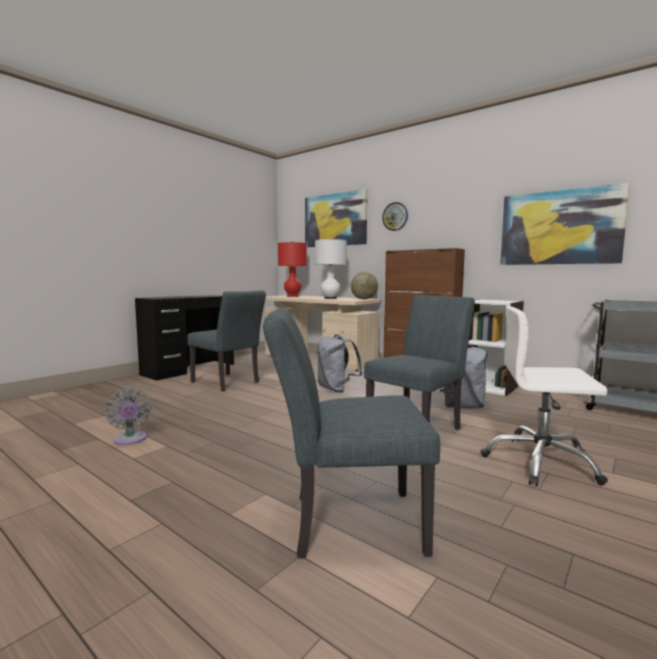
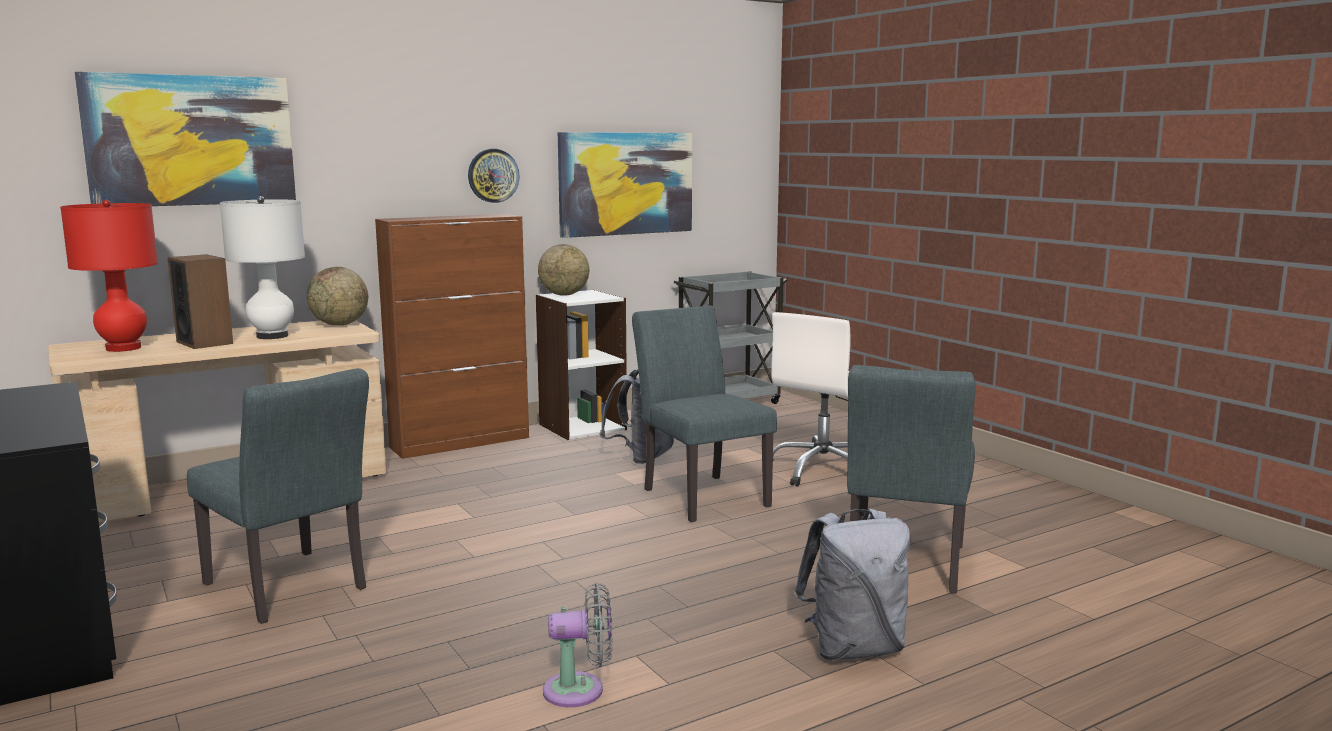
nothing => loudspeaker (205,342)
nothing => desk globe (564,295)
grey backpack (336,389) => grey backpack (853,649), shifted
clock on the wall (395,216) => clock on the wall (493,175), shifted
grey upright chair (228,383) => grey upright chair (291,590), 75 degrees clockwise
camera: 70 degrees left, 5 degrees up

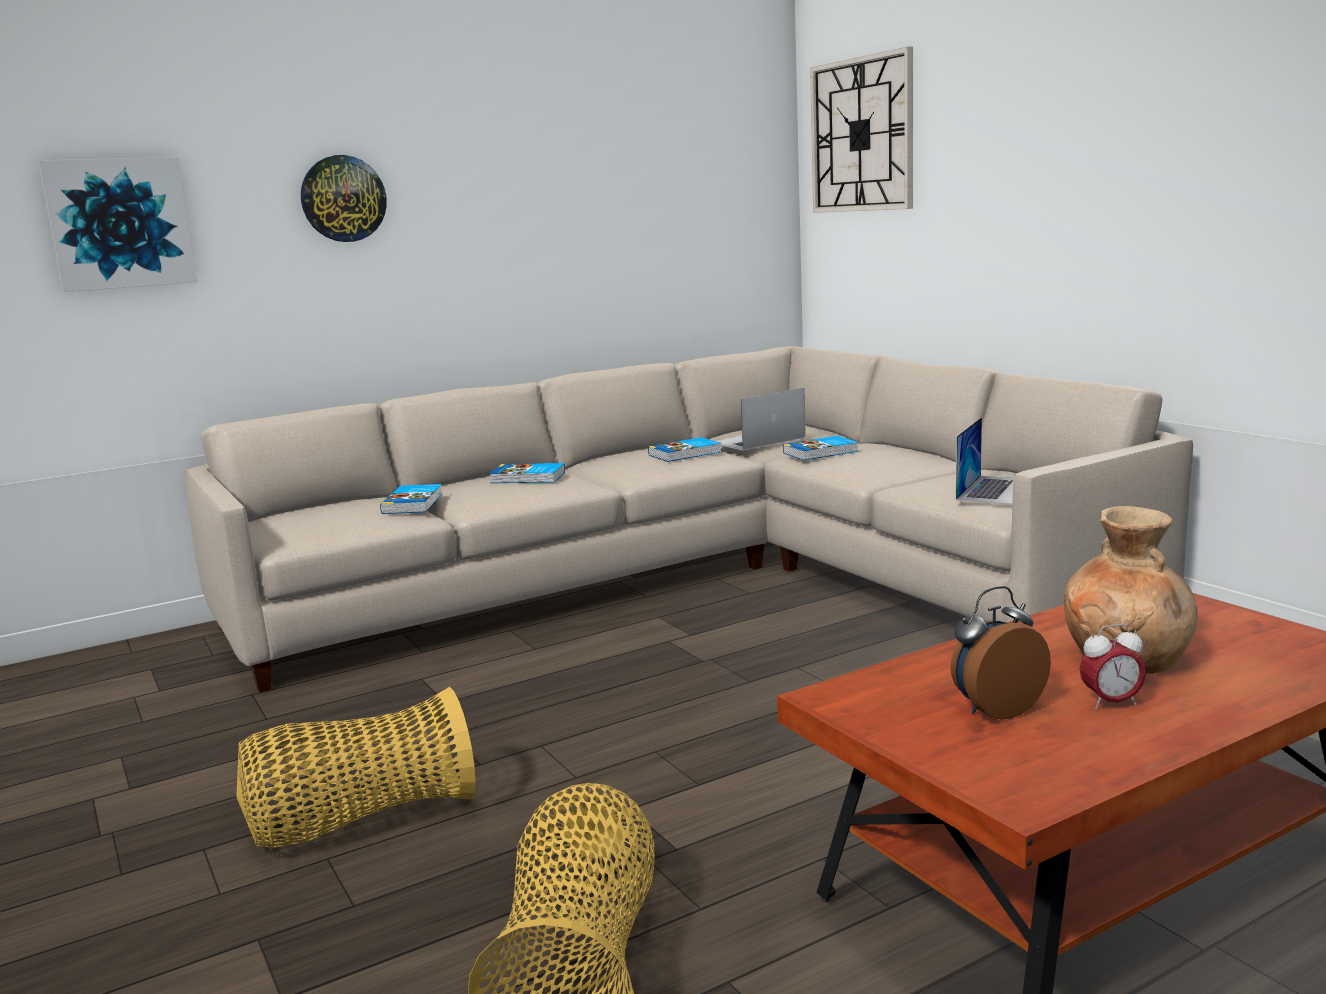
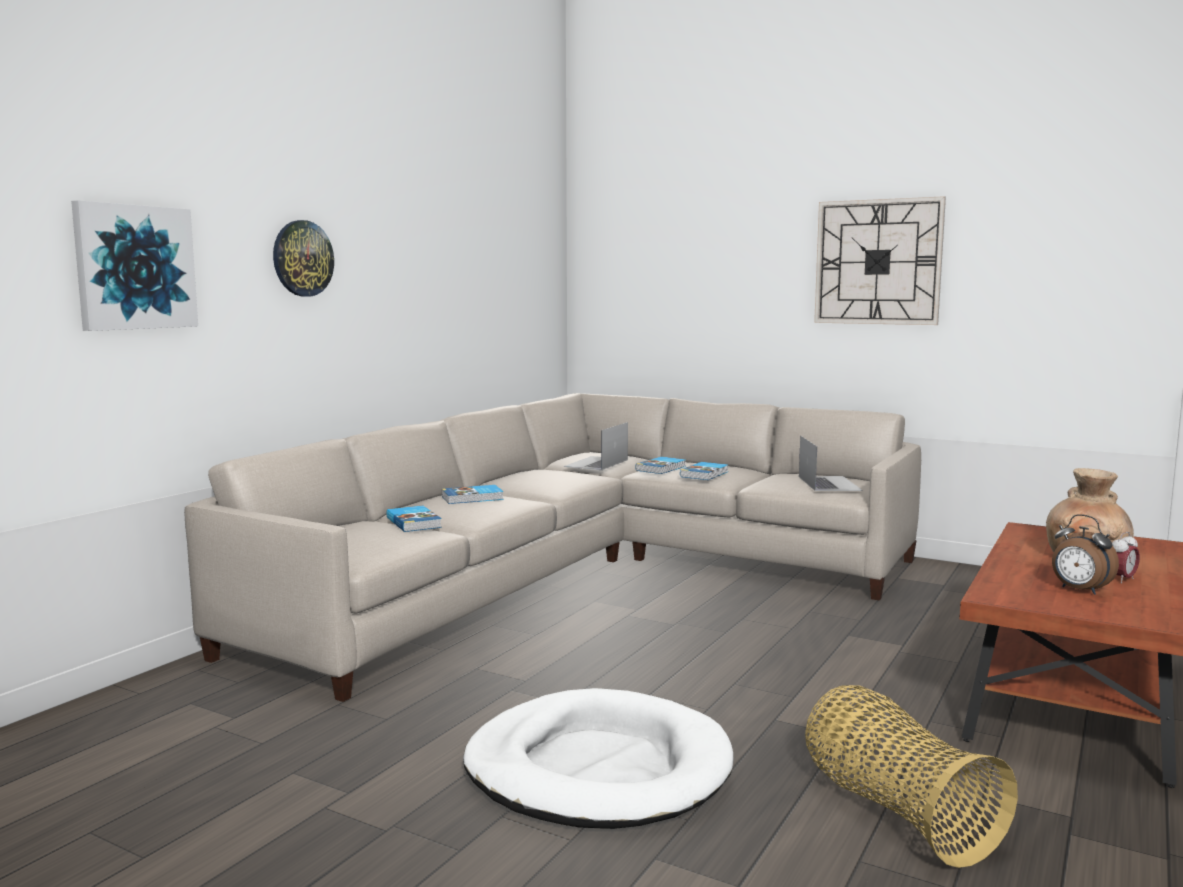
bound book (686,454) => bound book (705,474), shifted
clock on the wall (862,135) => clock on the wall (878,262), shifted
household basket (360,821) => white-coloured dog cushion (598,768)
alarm clock (994,709) => alarm clock (1079,590), 75 degrees counterclockwise
camera: 30 degrees left, 5 degrees down

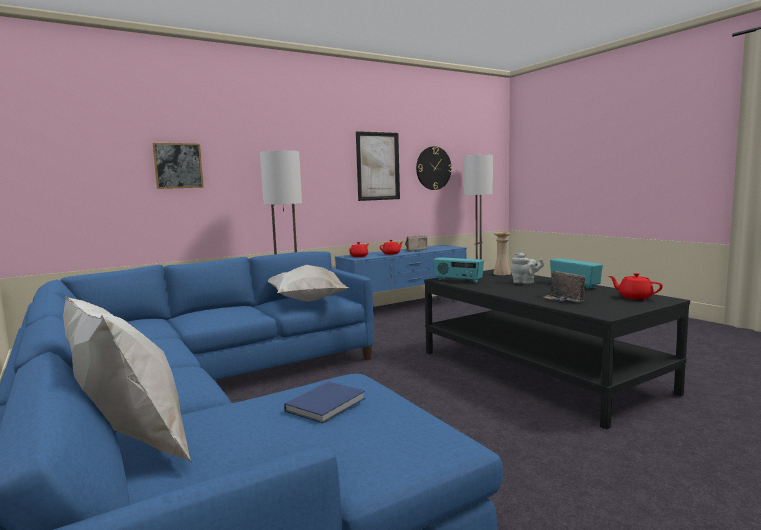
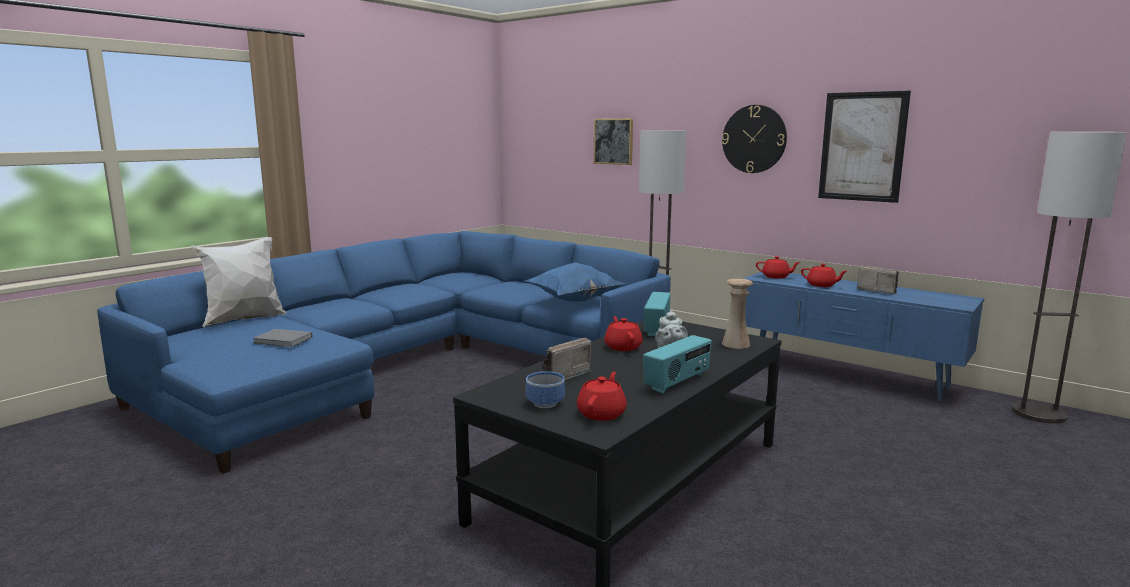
nothing => deep dish (543,403)
nothing => red tea pot (623,347)
clock on the wall (433,168) => clock on the wall (754,139), shifted
white-coloured cushion (308,302) => blue cushion (572,301)
blue bound book (328,404) => grey bound book (284,340)
camera: 70 degrees right, 5 degrees up

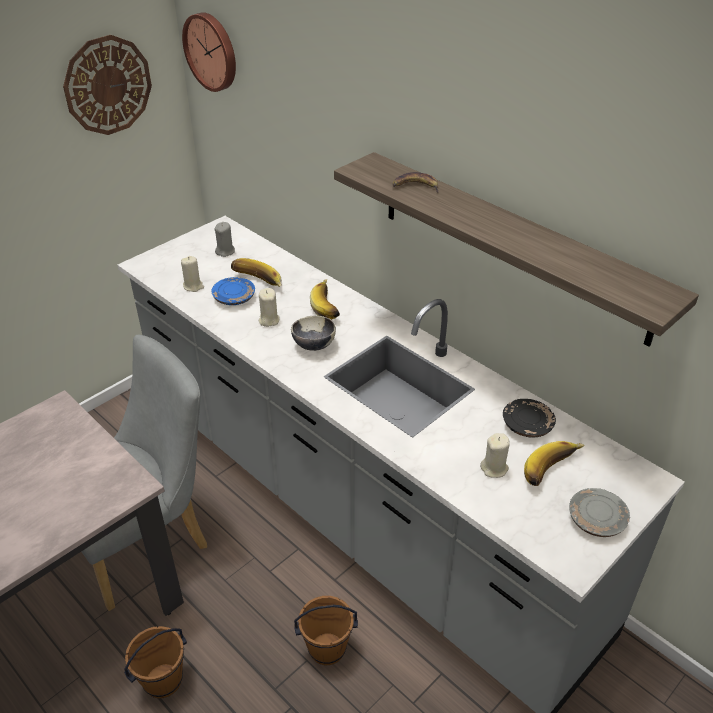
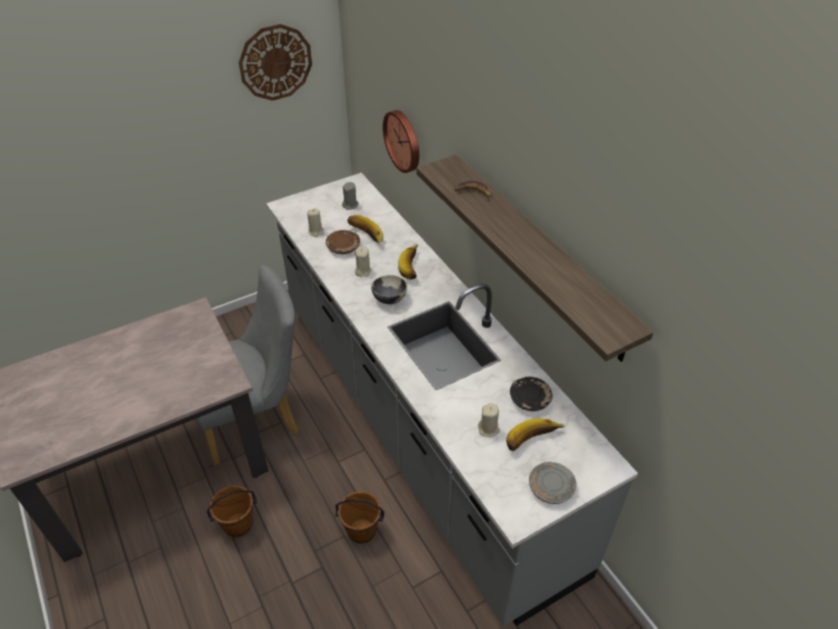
clock on the wall (212,51) => clock on the wall (404,140), shifted
blue dinner plate (234,297) => brown-coloured dinner plate (343,247)
camera: 15 degrees right, 5 degrees up

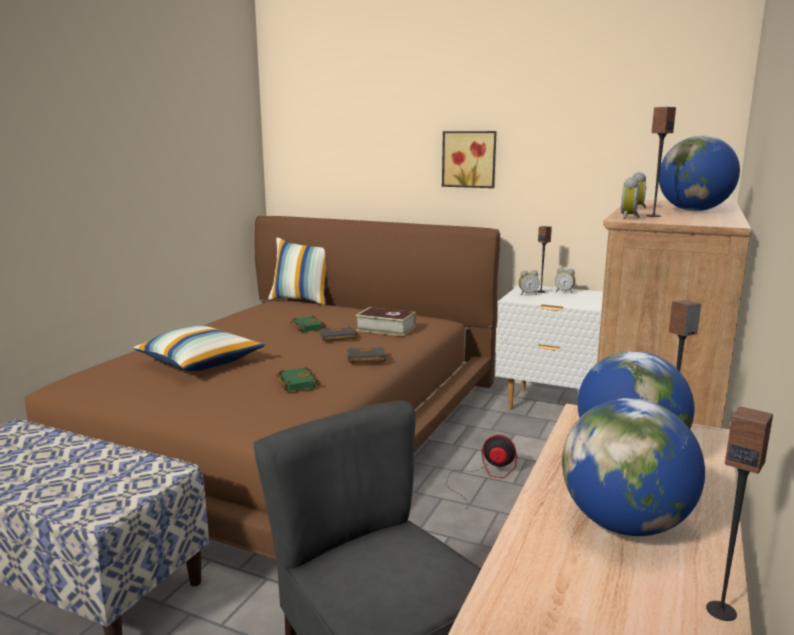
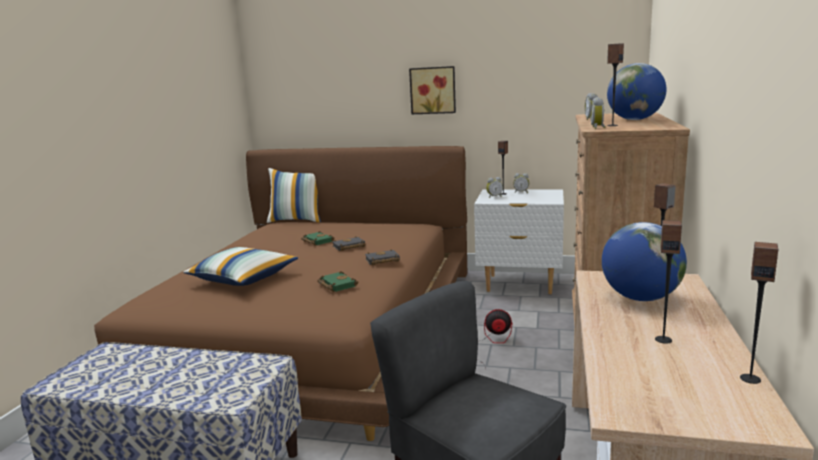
bound book (386,328) => nothing
desk globe (624,524) => loudspeaker (663,339)
camera: 10 degrees left, 0 degrees up

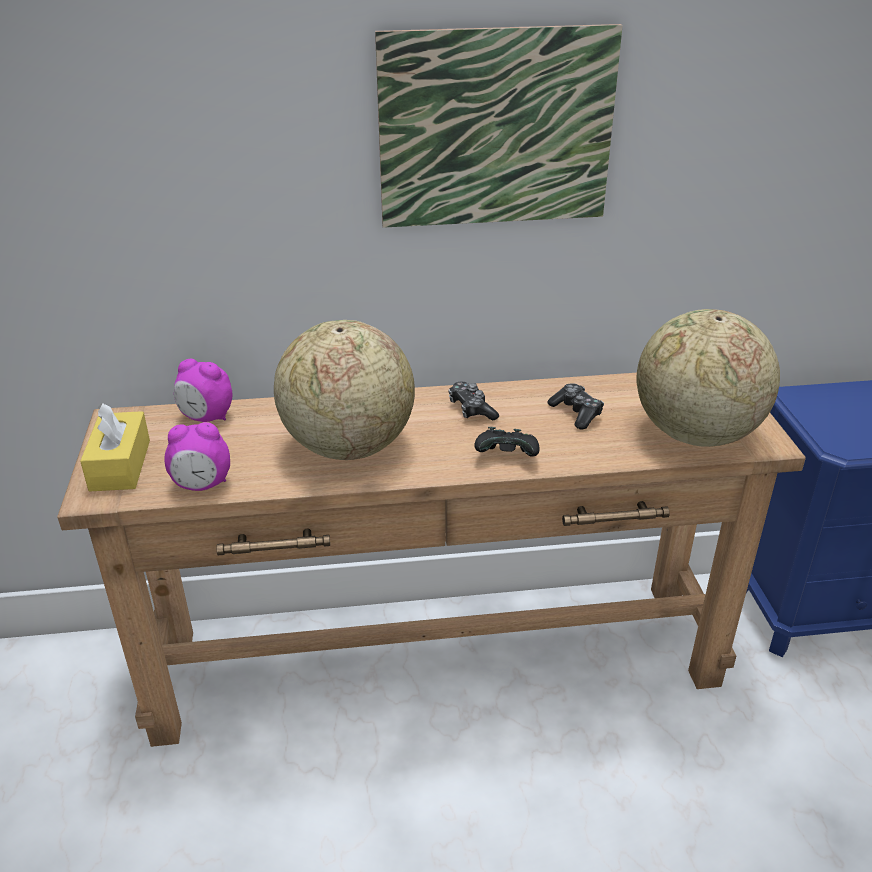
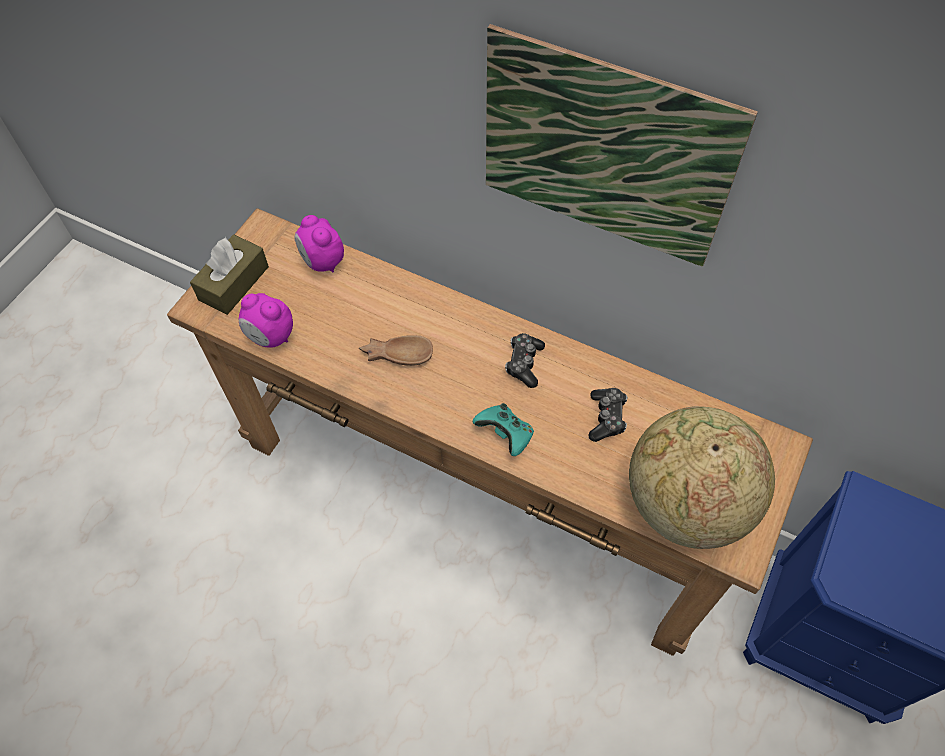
desk globe (348,447) => brown-coloured deep dish (397,353)
yellow tissue box (120,465) => brown-coloured tissue box (234,283)
black gamepad (507,456) => blue-green gamepad (505,435)
camera: 35 degrees right, 25 degrees up

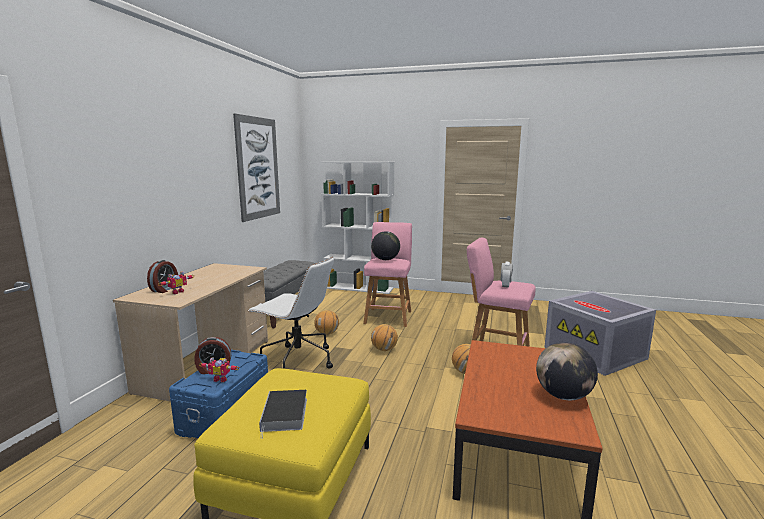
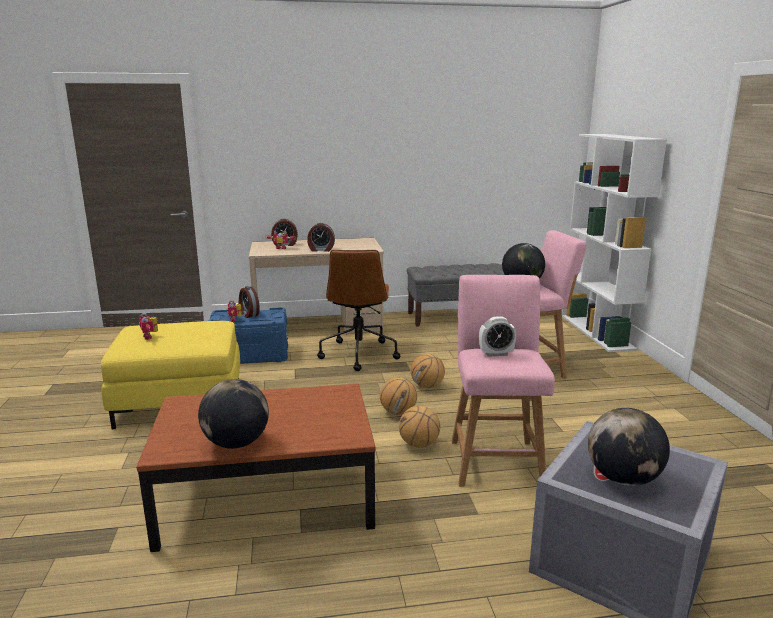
wall art (258,168) => nothing
nothing => alarm clock (321,250)
nothing => desk globe (622,478)
ball for basketball (327,333) => ball for basketball (398,412), shifted
bound book (285,415) => robot figure (150,336)
white-coloured computer chair (297,360) => brown-coloured computer chair (358,354)
camera: 65 degrees right, 5 degrees up

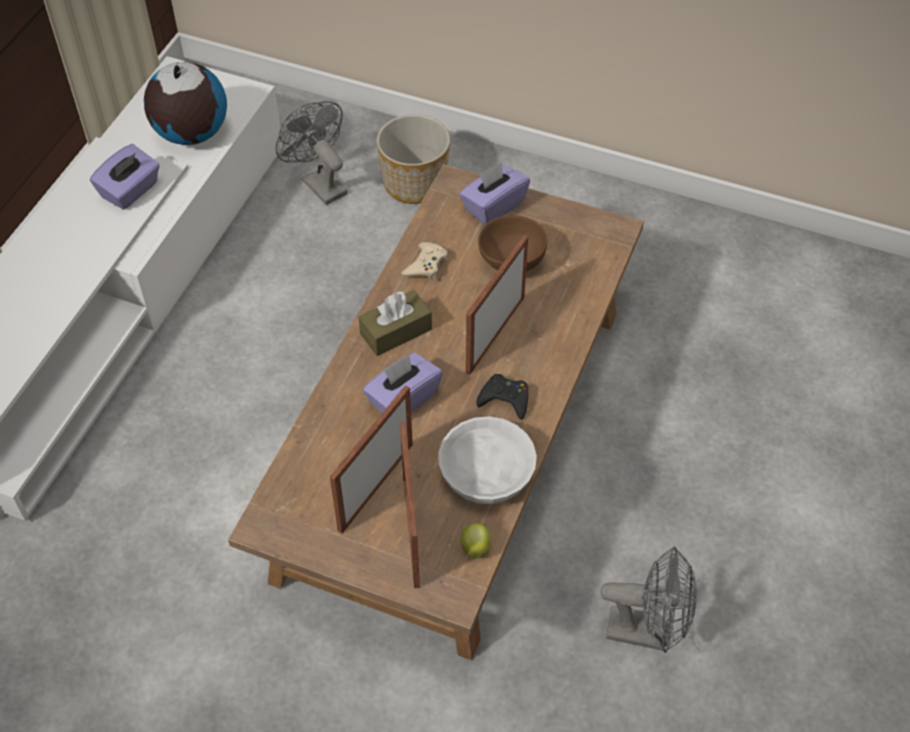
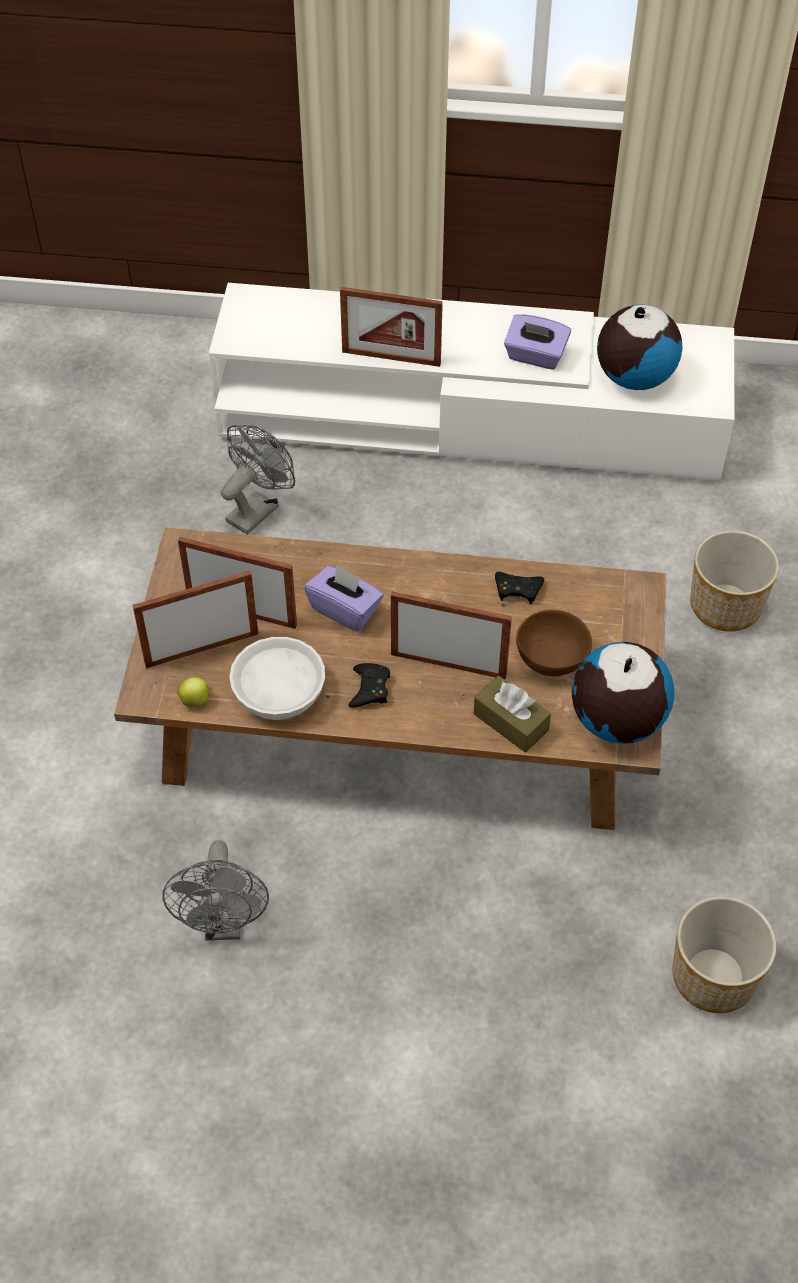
purple-coloured tissue box (493,206) => nothing
nothing => standing frame (391,358)
nothing => desk globe (616,721)
nothing => flower pot (715,977)
grey fan (319,183) => grey fan (257,509), shifted
brown-coloured tissue box (396,331) => brown-coloured tissue box (510,722), shifted
beige gamepad (426,265) => black gamepad (517,589)
camera: 75 degrees right, 0 degrees up

